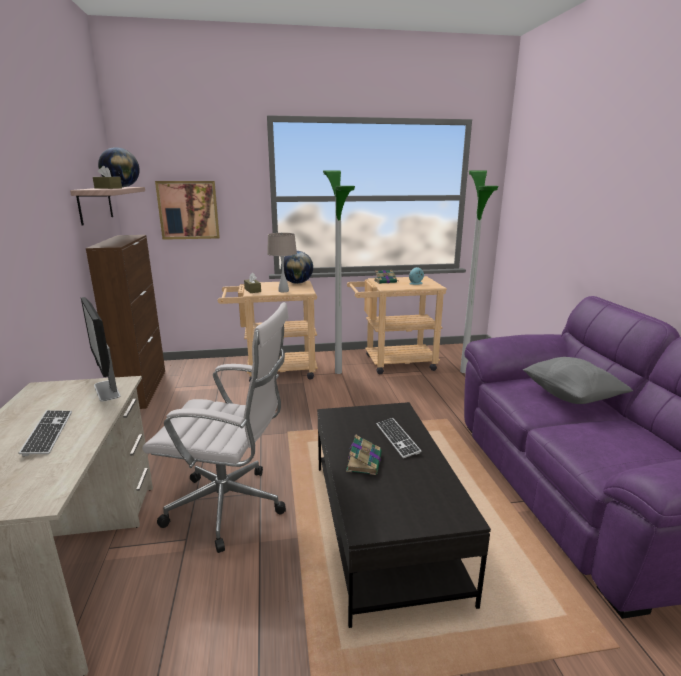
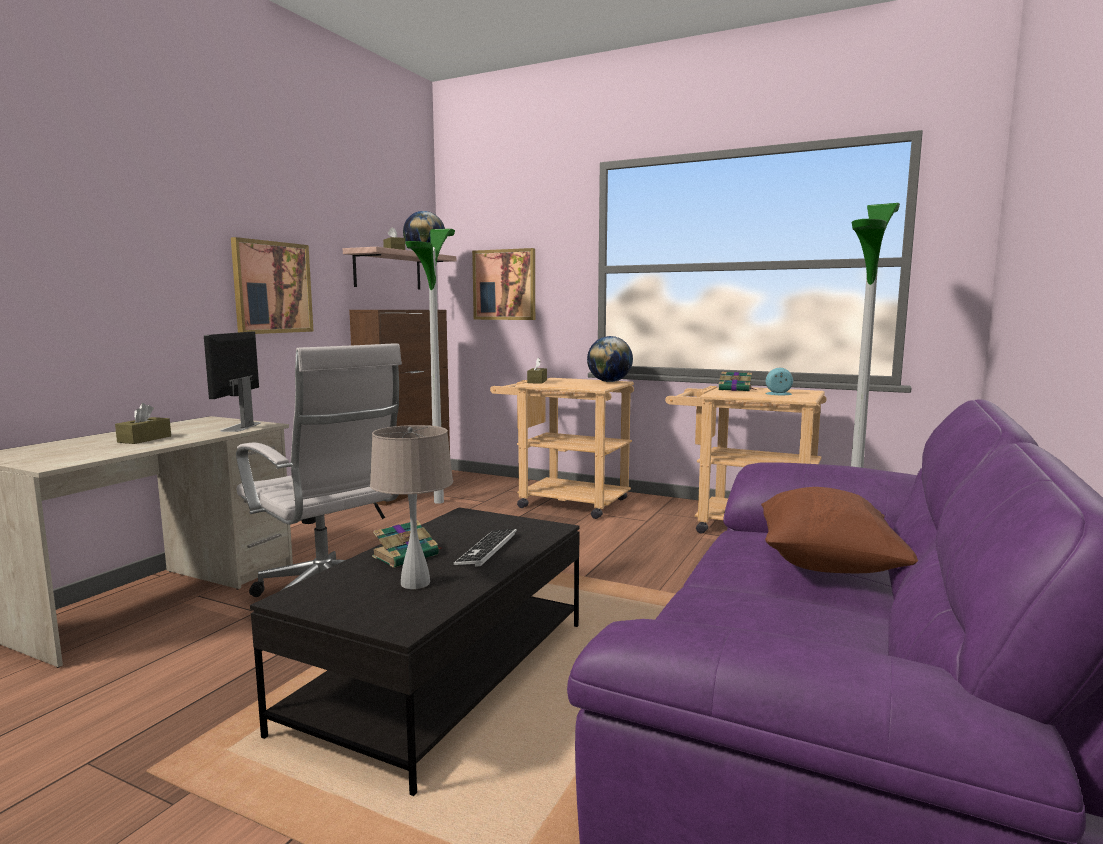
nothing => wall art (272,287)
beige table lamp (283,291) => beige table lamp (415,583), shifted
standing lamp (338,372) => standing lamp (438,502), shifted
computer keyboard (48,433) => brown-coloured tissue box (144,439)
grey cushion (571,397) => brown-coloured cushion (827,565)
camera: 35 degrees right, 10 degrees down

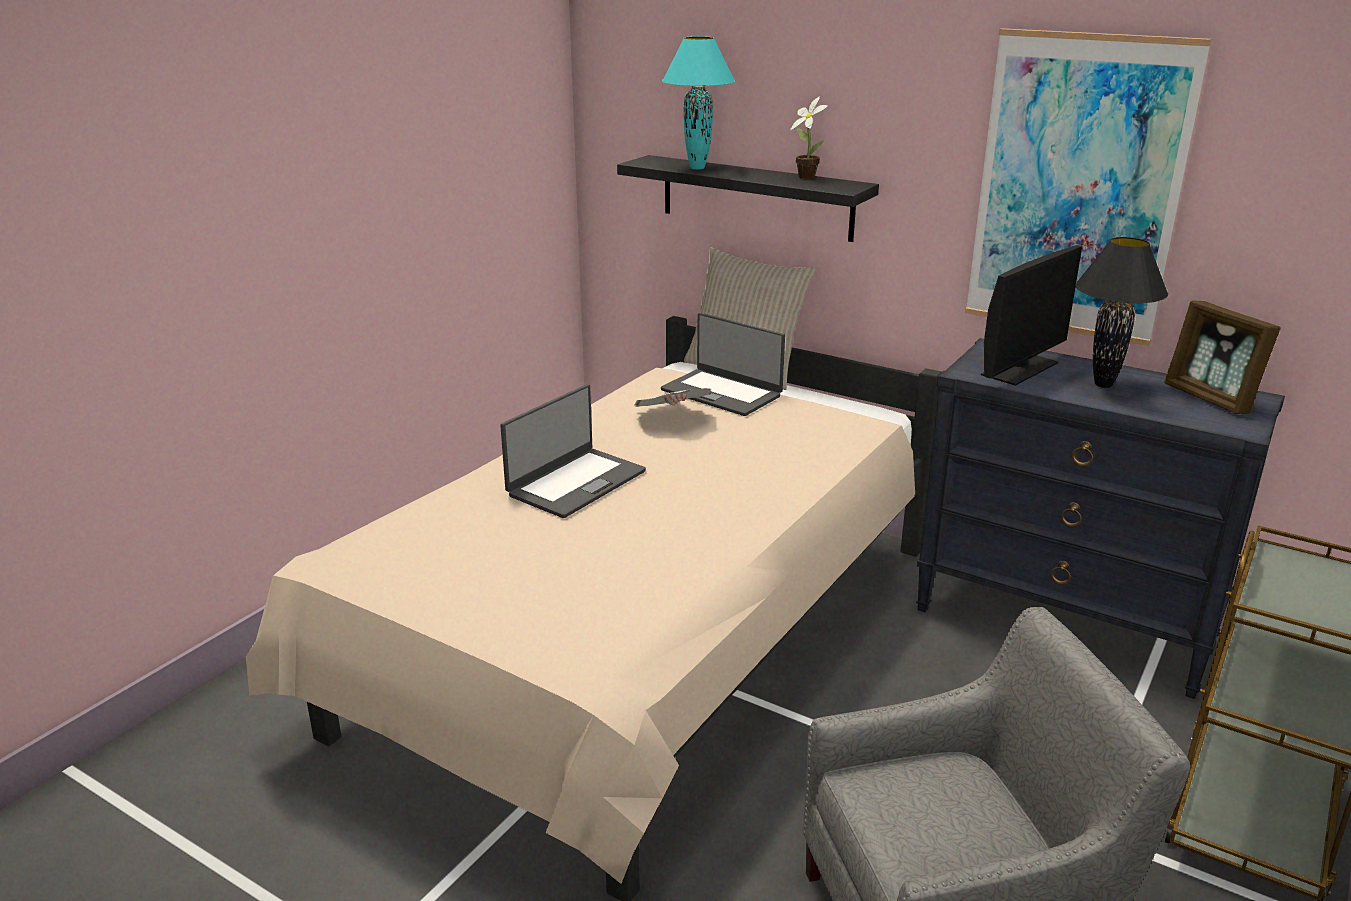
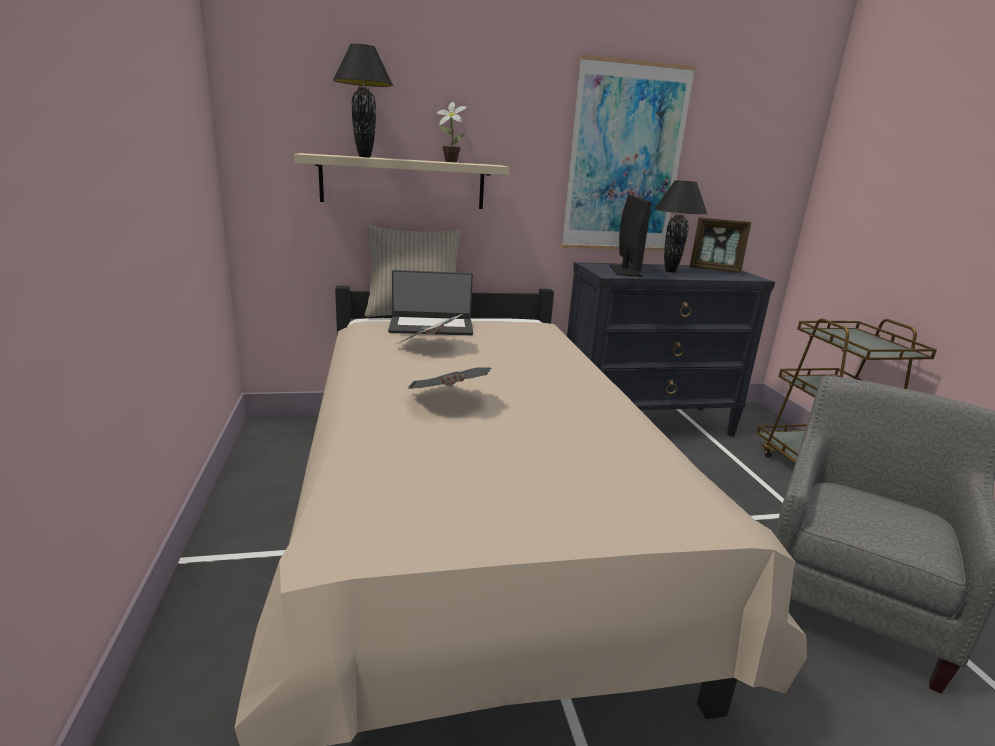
portable computer (575,483) => daily paper (447,400)
black wall shelf (756,197) => beige wall shelf (403,182)
blue-green table lamp (698,168) => black table lamp (365,157)
camera: 45 degrees left, 5 degrees down

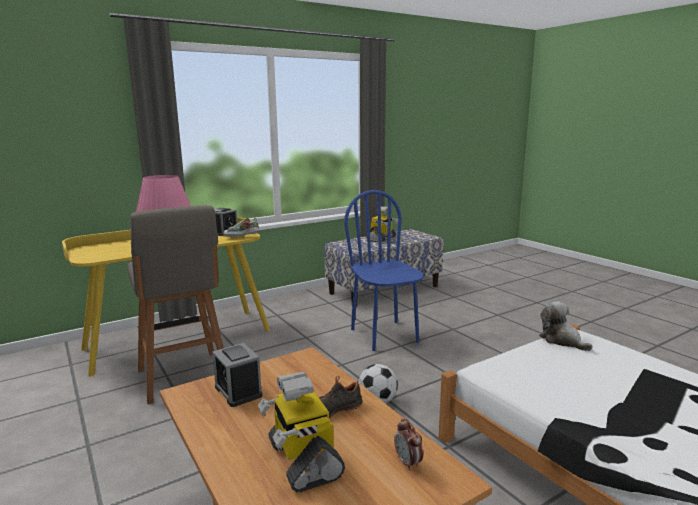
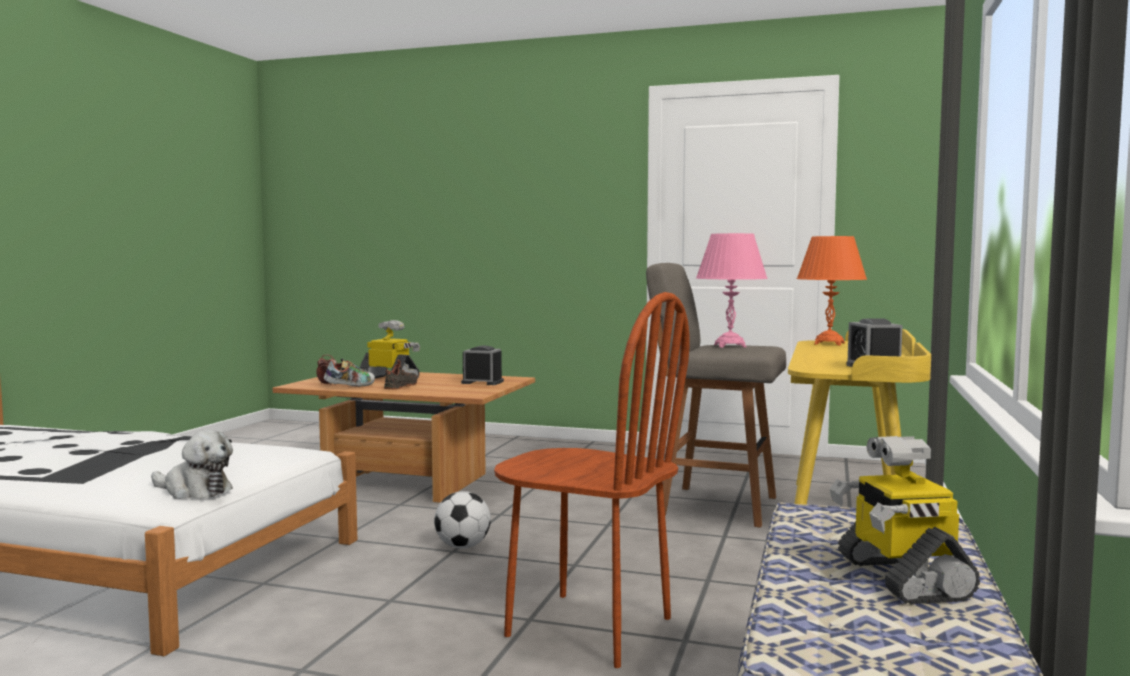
nothing => orangey table lamp (829,343)
item of footwear (241,237) => item of footwear (350,386), shifted
blue upright chair (384,335) => brown-coloured upright chair (588,627)
camera: 140 degrees right, 10 degrees down

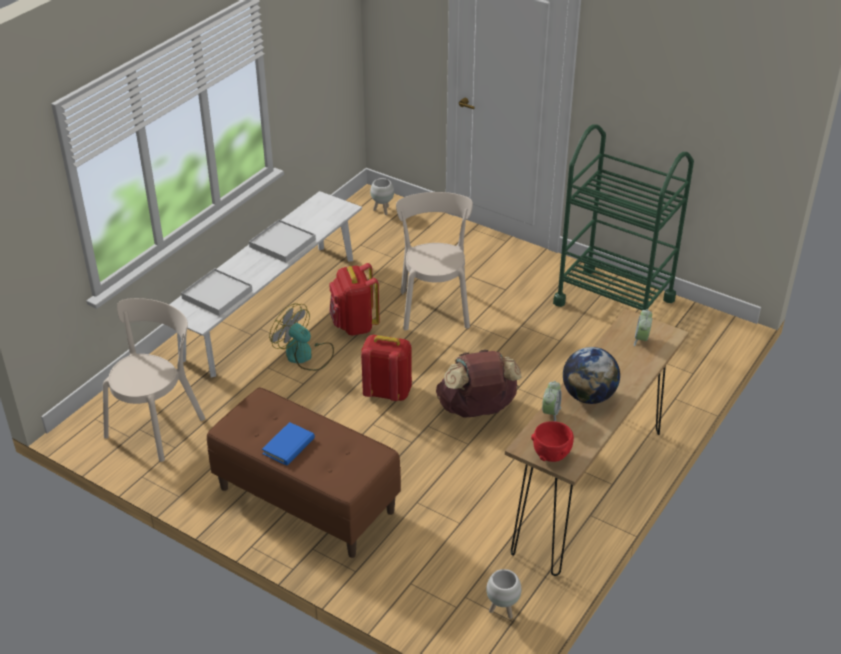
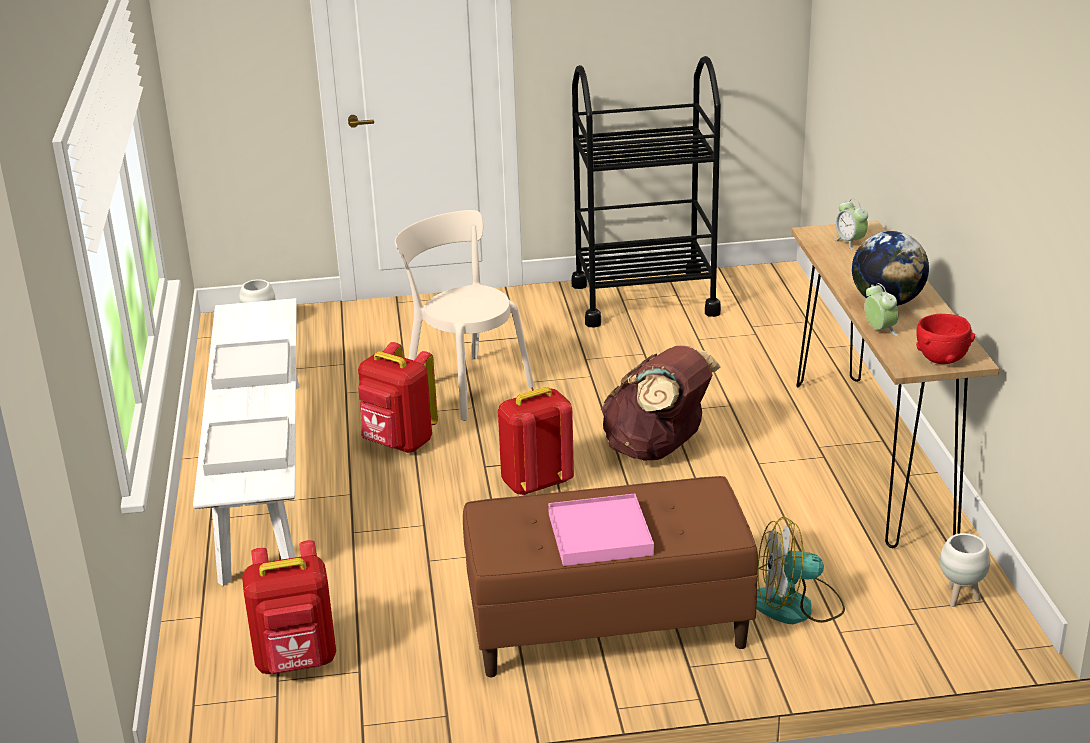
fan (305,355) => fan (796,606), shifted
beige upright chair (158,424) => red backpack (297,662)
blue bound book (288,446) => pinkish tray (599,534)
greenish wheeled cart (614,301) => black wheeled cart (644,299)
camera: 40 degrees left, 10 degrees down

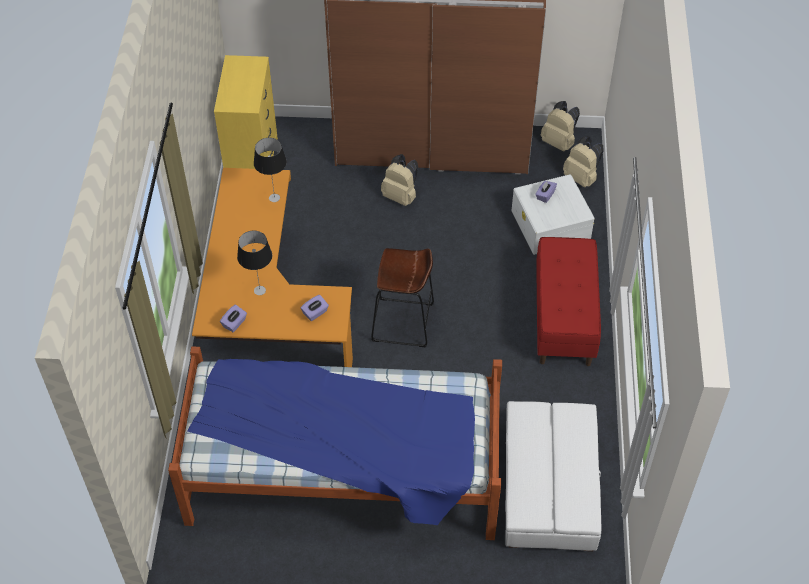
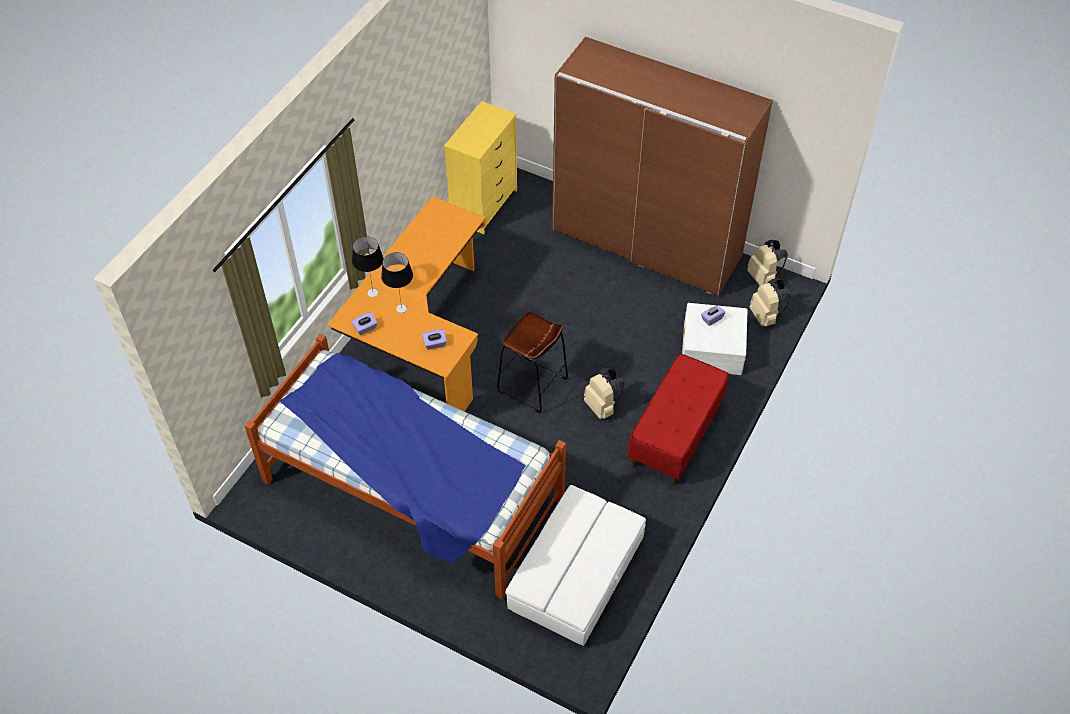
table lamp (274,197) => table lamp (372,292), shifted
beige backpack (401,196) => beige backpack (602,407), shifted
camera: 25 degrees right, 0 degrees up

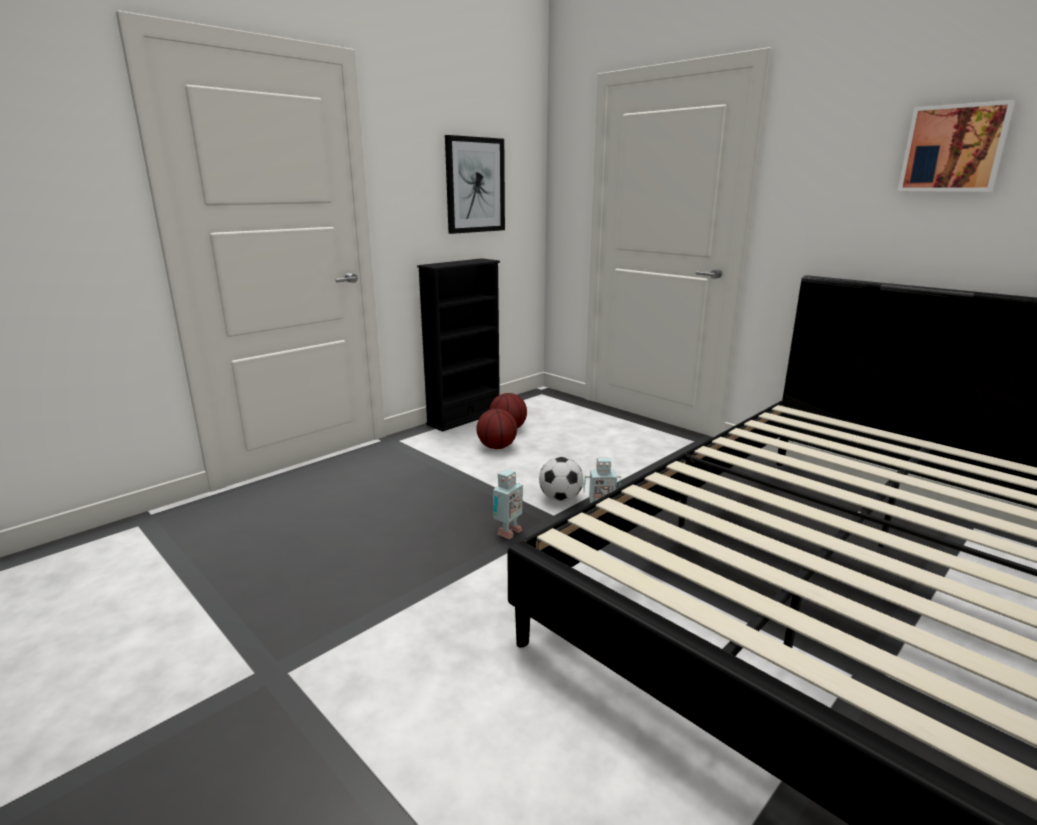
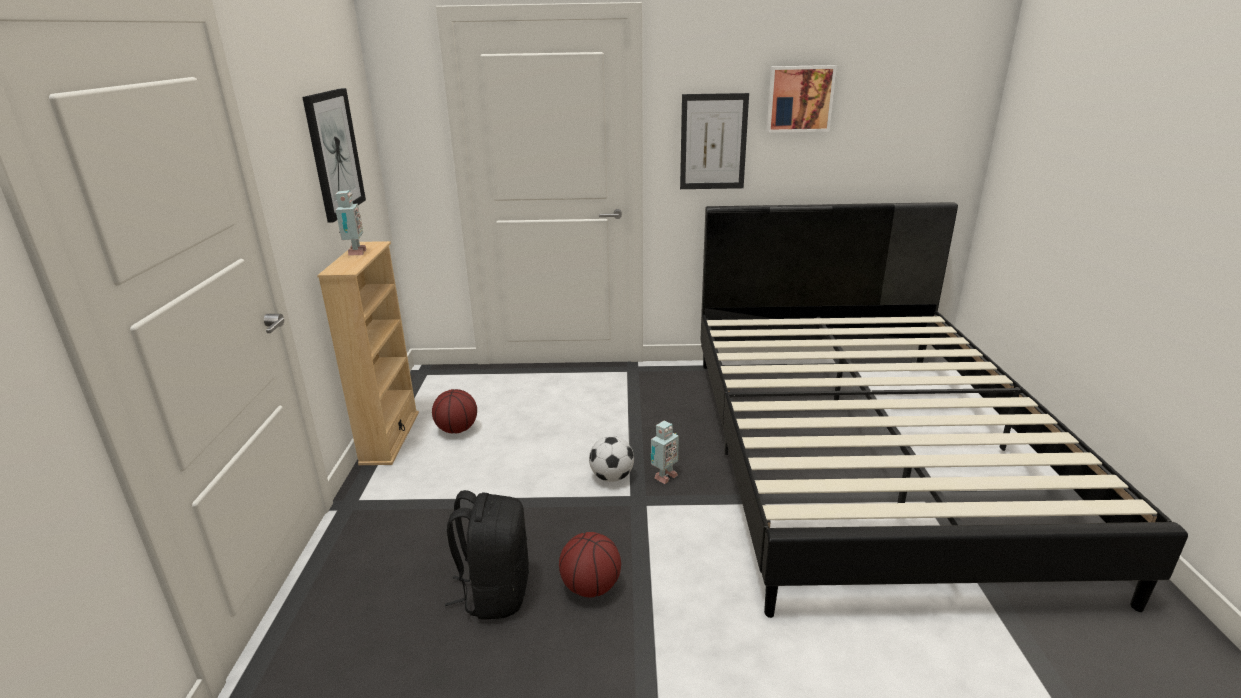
nothing => black backpack (495,592)
nothing => wall art (713,142)
ball for basketball (497,447) => ball for basketball (590,587), shifted
robot figure (507,532) => robot figure (355,253), shifted
black bookcase (464,418) => beige bookcase (390,437)
camera: 45 degrees left, 5 degrees up

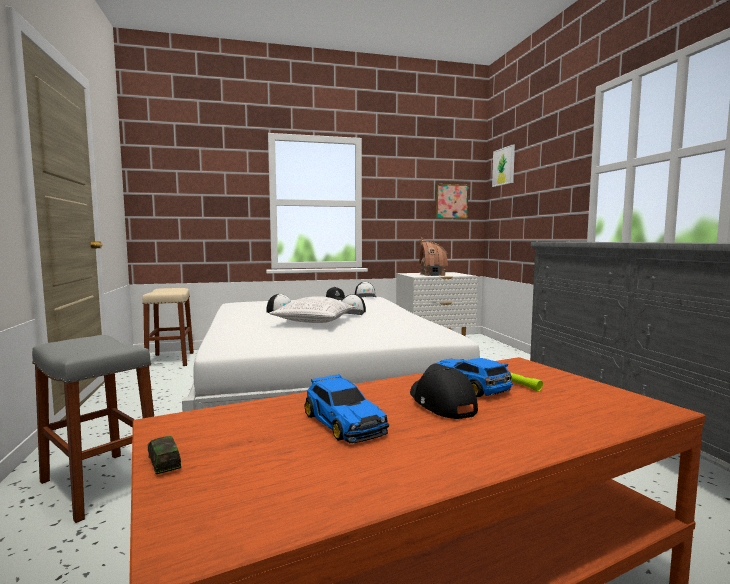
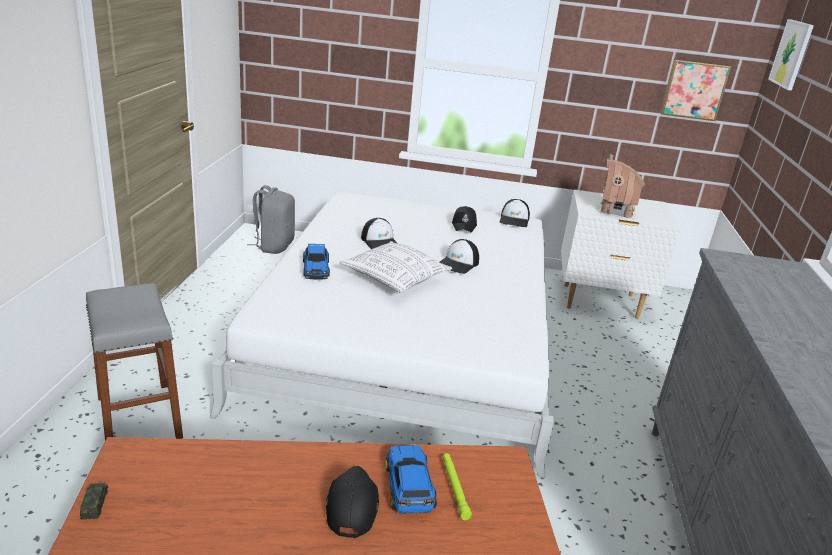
miniature car (344,422) => miniature car (316,268), shifted
beige sitting stool (170,360) => grey backpack (274,246)
camera: 20 degrees right, 20 degrees up

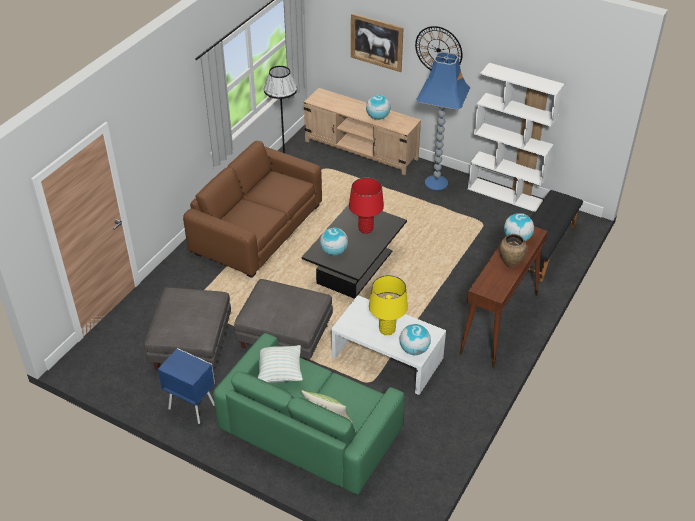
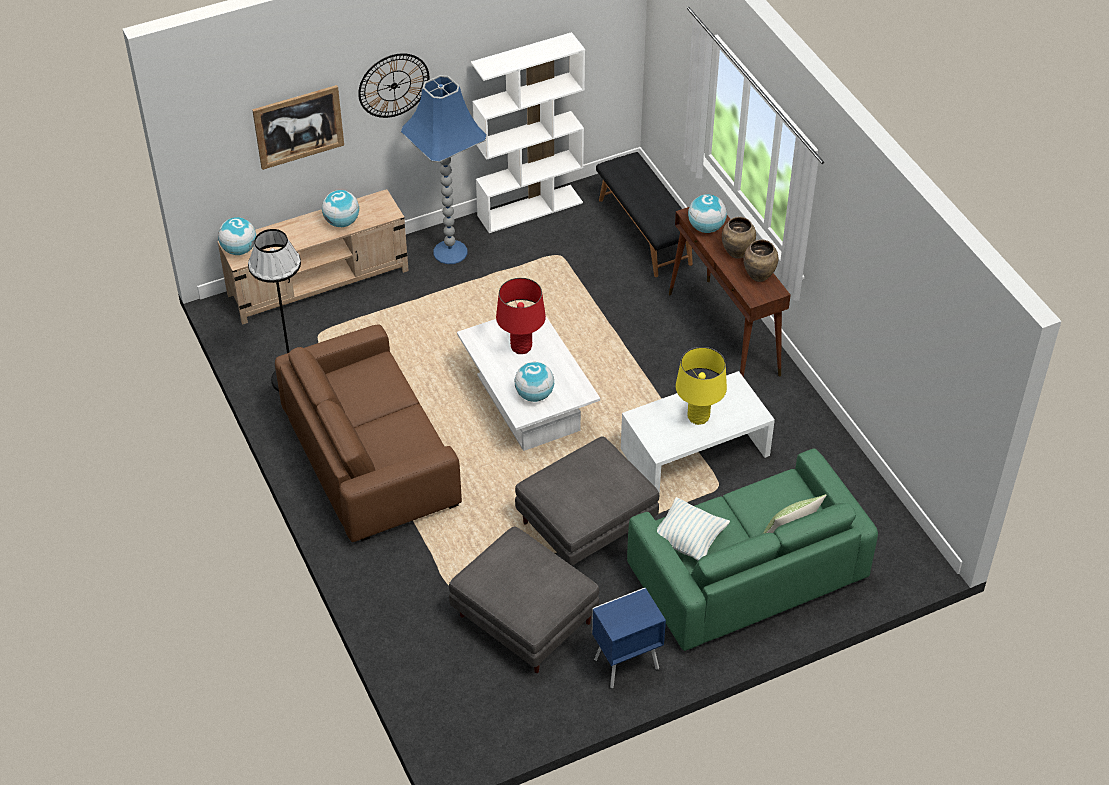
nothing => brown-coloured decorative vase (759,276)
desk globe (414,350) => desk globe (239,250), shifted
black coffee table (355,267) => white-coloured coffee table (528,403)
camera: 55 degrees left, 5 degrees up

